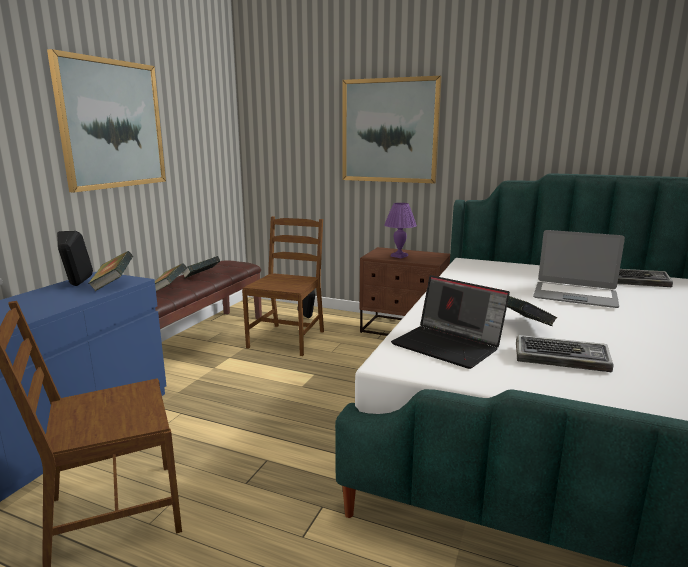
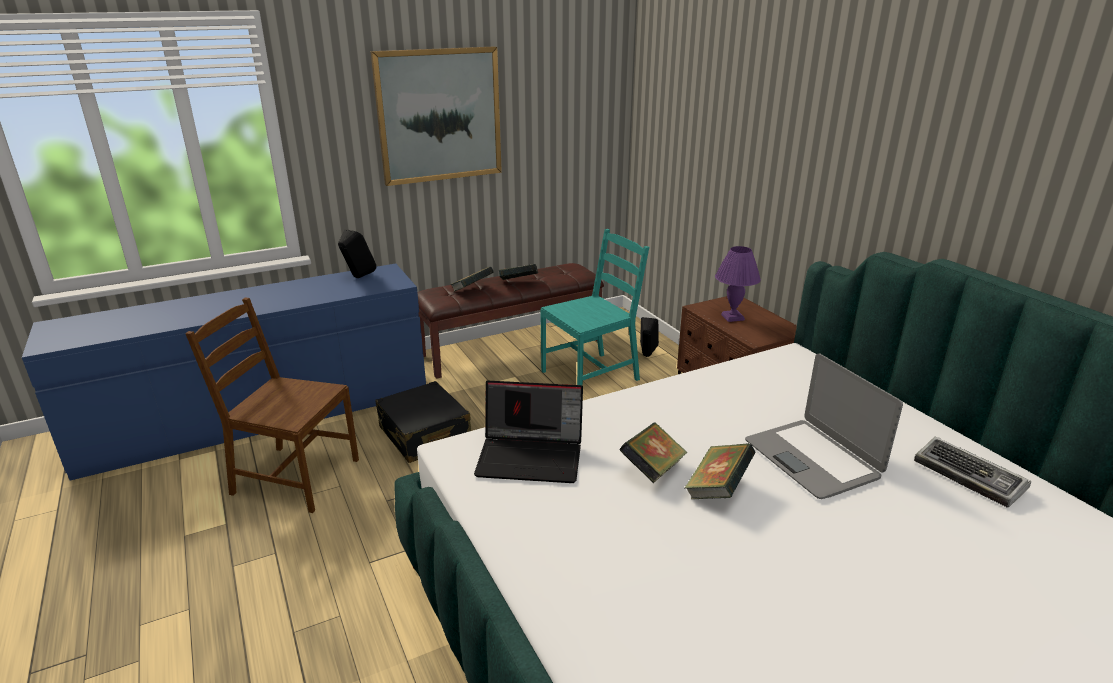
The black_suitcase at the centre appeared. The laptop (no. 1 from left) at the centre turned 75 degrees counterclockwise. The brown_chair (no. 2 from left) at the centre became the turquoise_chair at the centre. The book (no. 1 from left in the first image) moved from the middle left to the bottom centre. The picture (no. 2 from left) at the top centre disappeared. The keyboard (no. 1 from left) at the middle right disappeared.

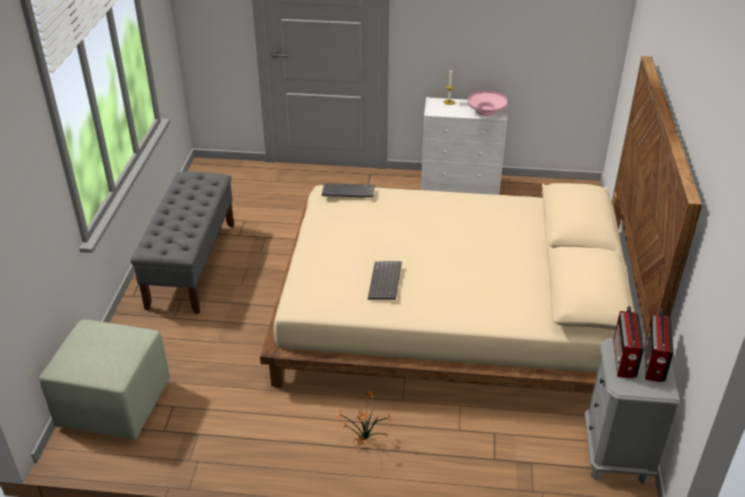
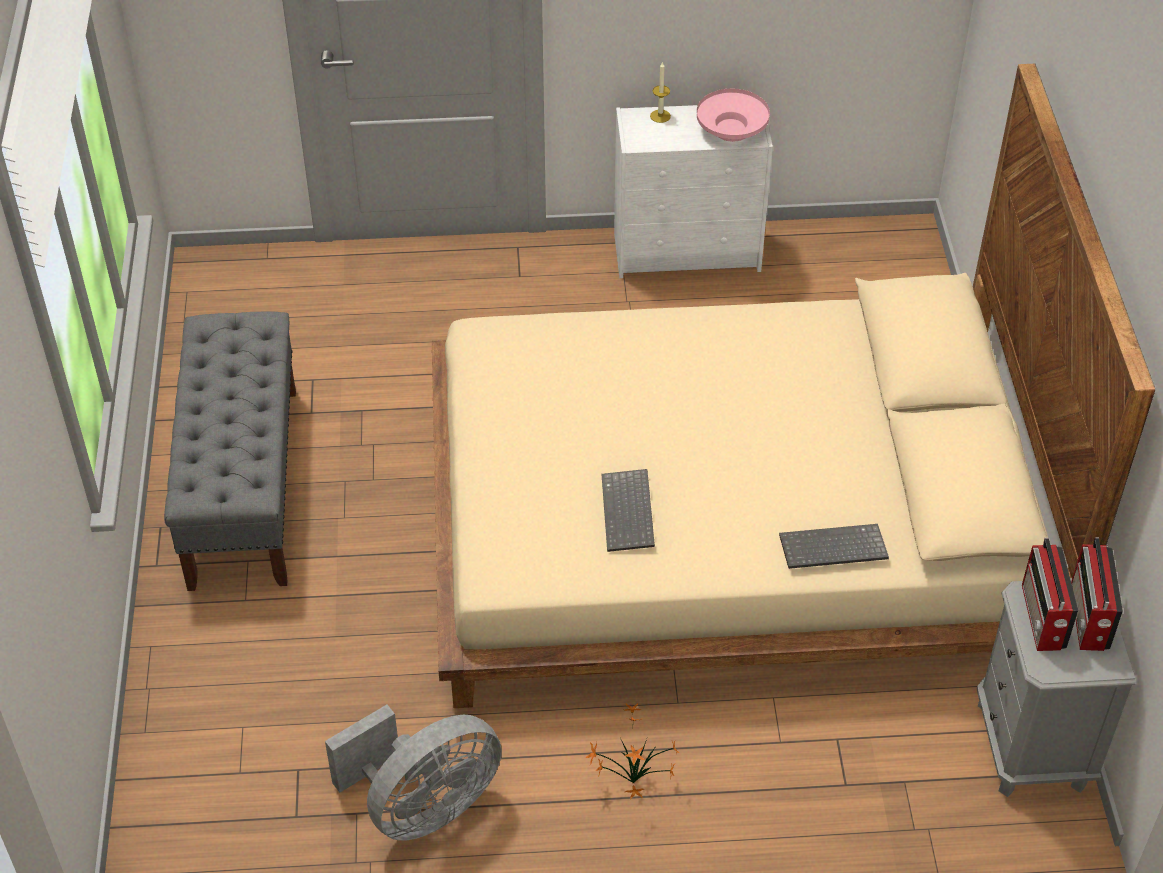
The grey_fan at the bottom centre appeared. The keyboard (no. 1 from left in the first image) moved from the centre to the middle right. The green_ottoman at the bottom left disappeared.

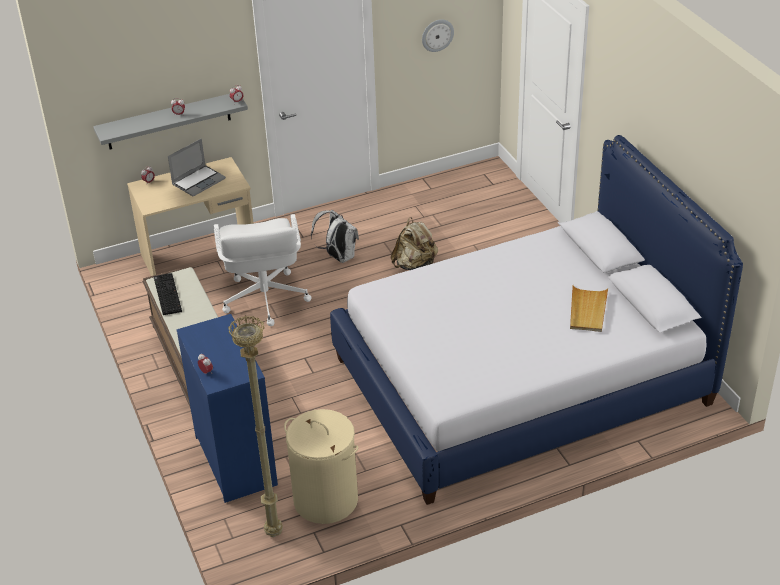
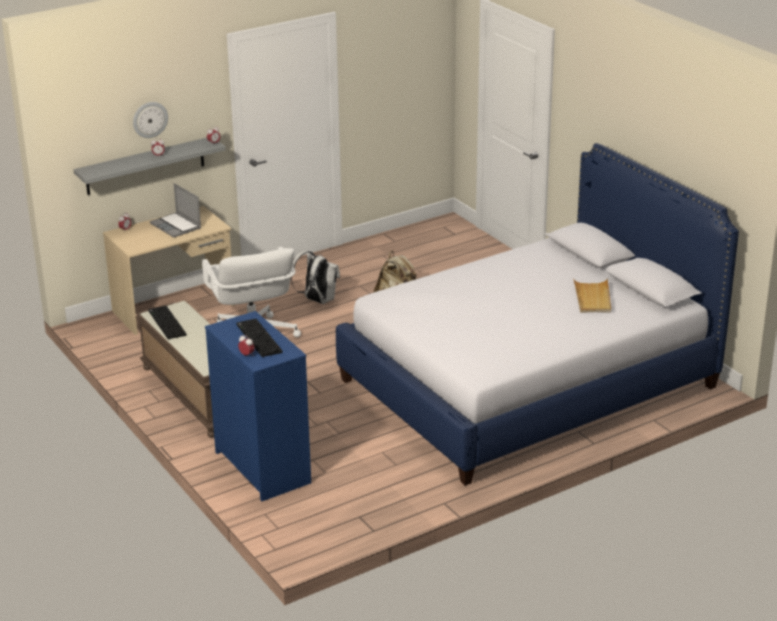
The wall_clock moved from the top centre to the top left. The laptop at the top left turned 105 degrees clockwise. The keyboard (no. 2 from left) at the centre appeared. The beige_floor_lamp at the bottom left disappeared. The beige_laundry_basket at the bottom centre disappeared.

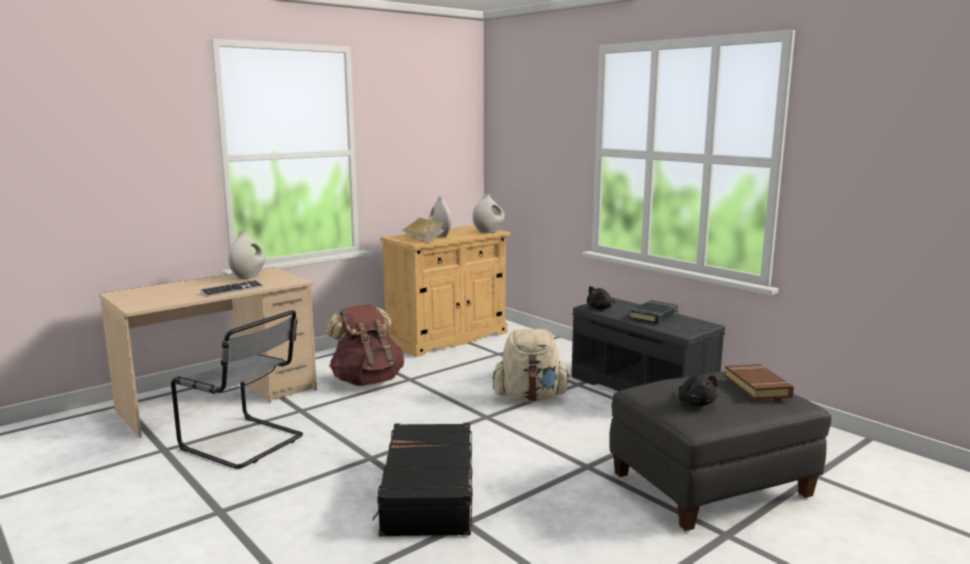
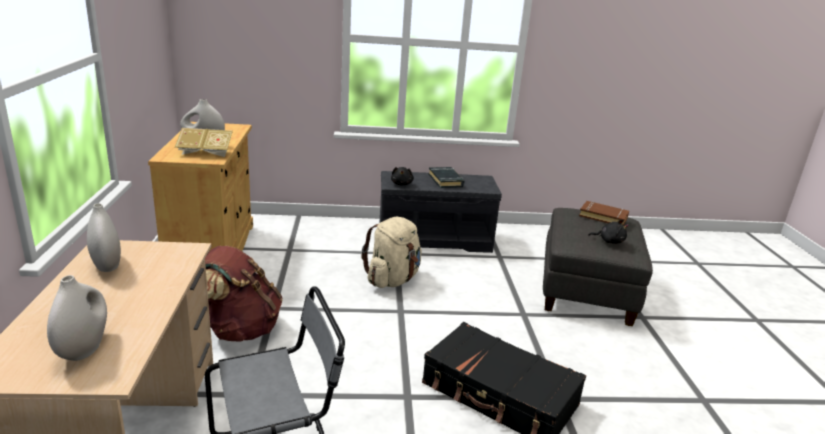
The white_vase (no. 3 from left in the first image) moved from the centre to the bottom left. The keyboard at the middle left disappeared.

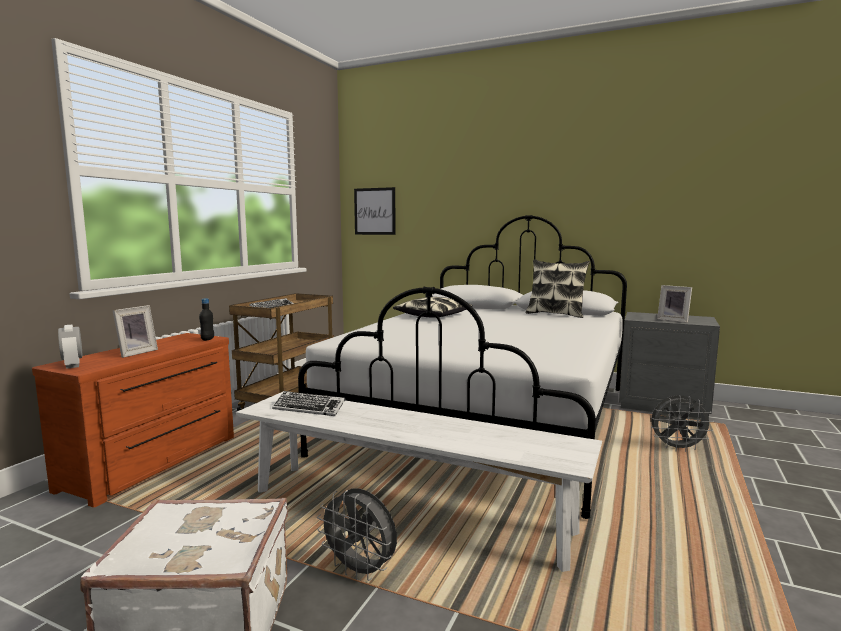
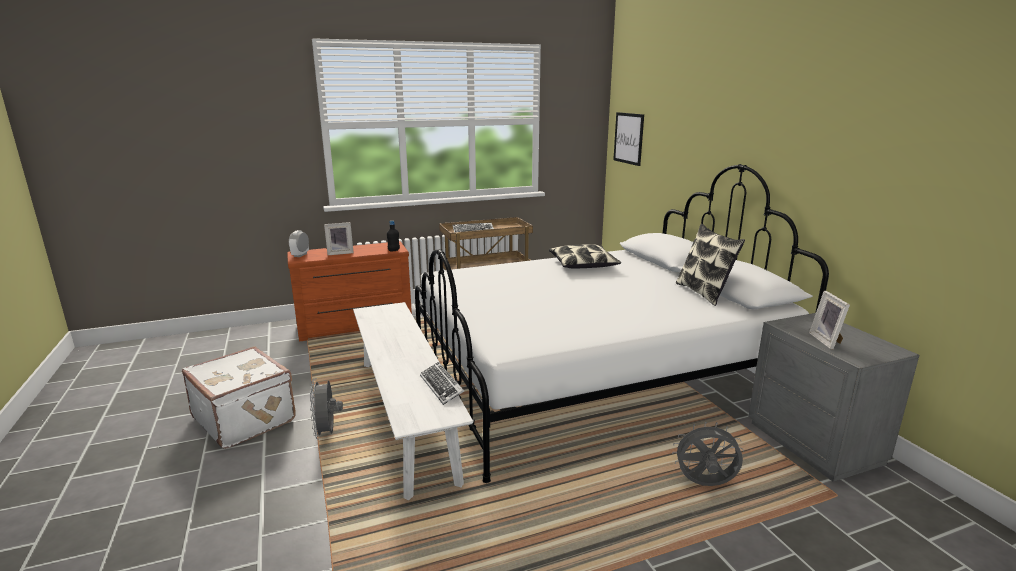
The keyboard (no. 2 from left in the first image) moved from the centre to the bottom centre. The grey_fan (no. 2 from left) at the bottom right turned 135 degrees clockwise.

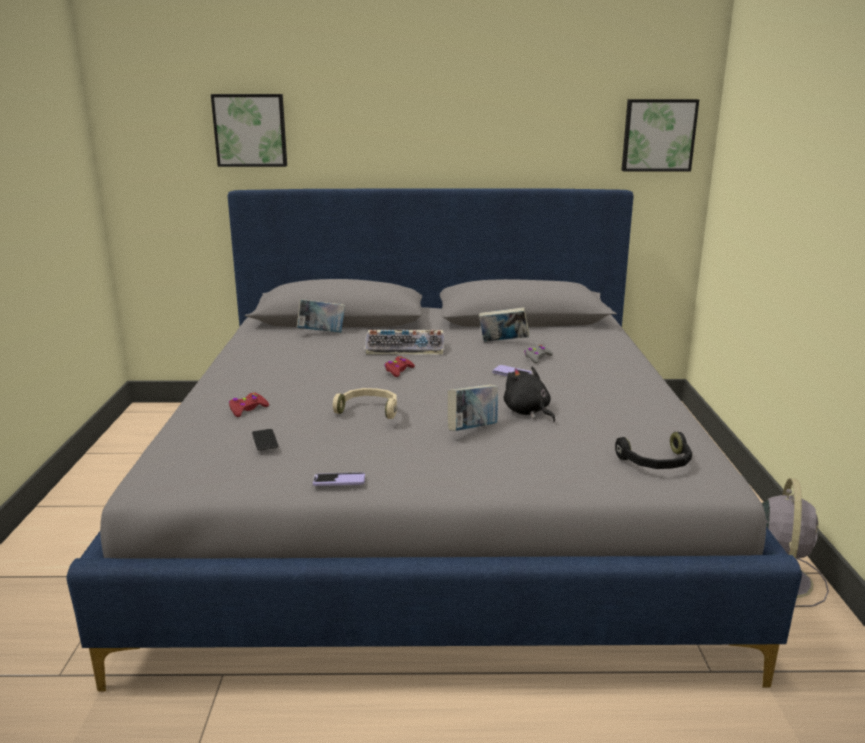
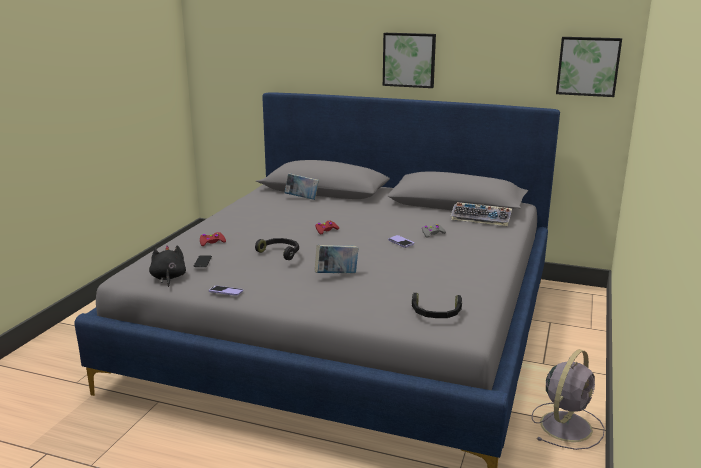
The black_plush_toy moved from the centre to the middle left. The beige_headphones at the centre became the black_headphones (no. 1 from left) at the centre. The picture (no. 1 from left) moved from the top left to the top centre. The keyboard moved from the centre to the middle right. The book (no. 3 from left) at the centre disappeared.

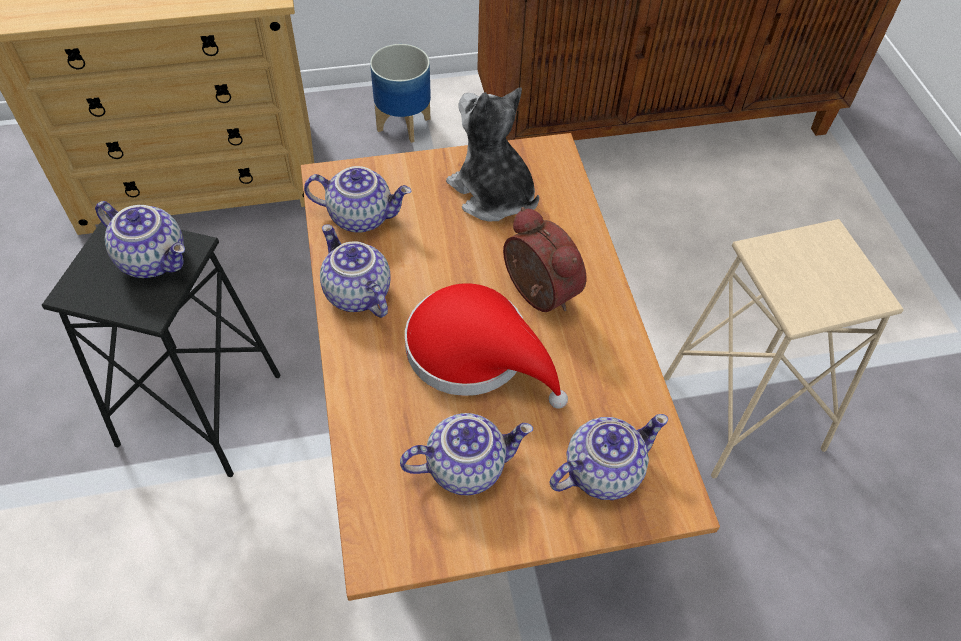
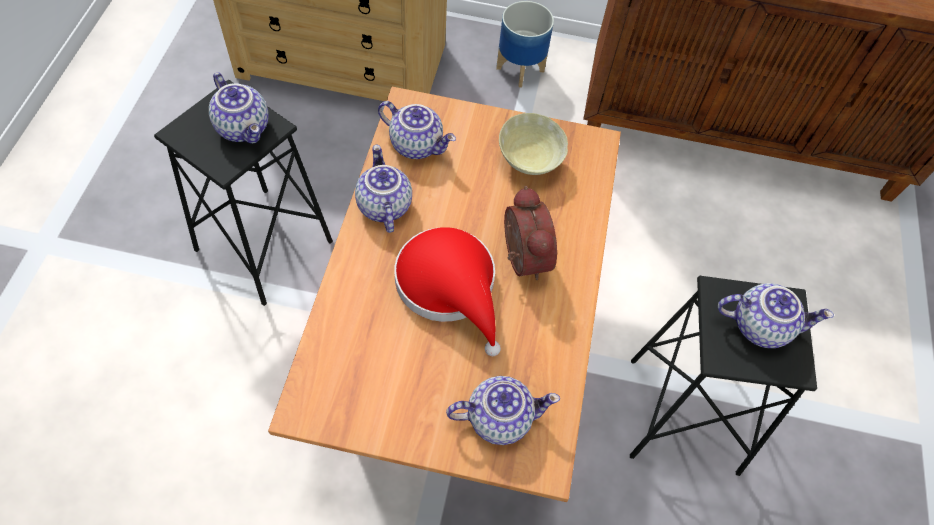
The plush_toy at the top centre was replaced by the beige_bowl at the top centre. The beige_stool at the middle right became the black_stool (no. 2 from left) at the bottom right. The teapot (no. 4 from left in the first image) moved from the bottom centre to the middle right.

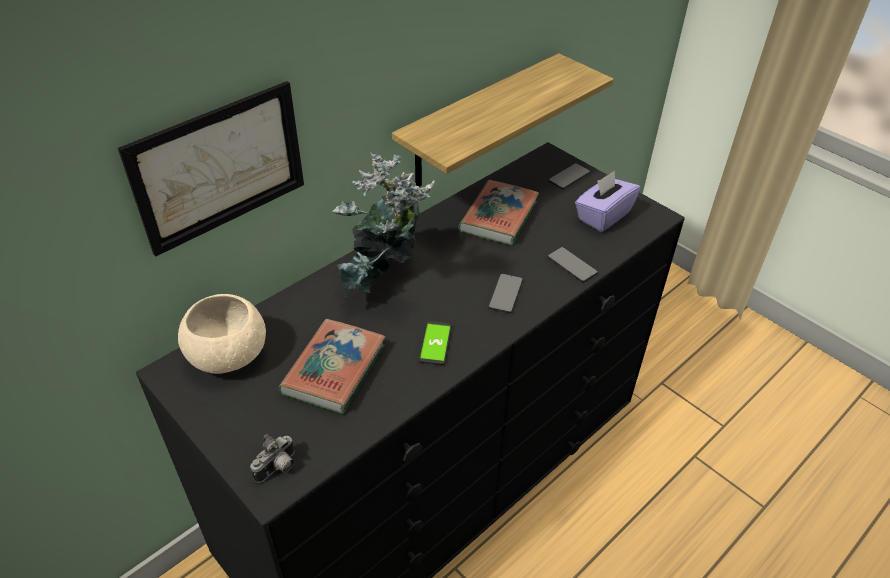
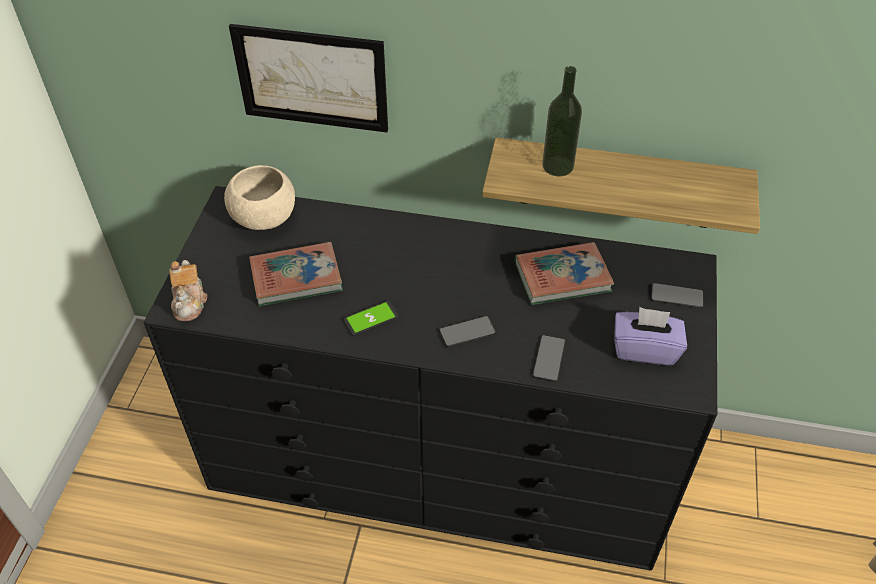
The photo_camera at the bottom left was replaced by the teapot at the middle left. The bottle at the top centre appeared. The potted_plant at the centre disappeared.

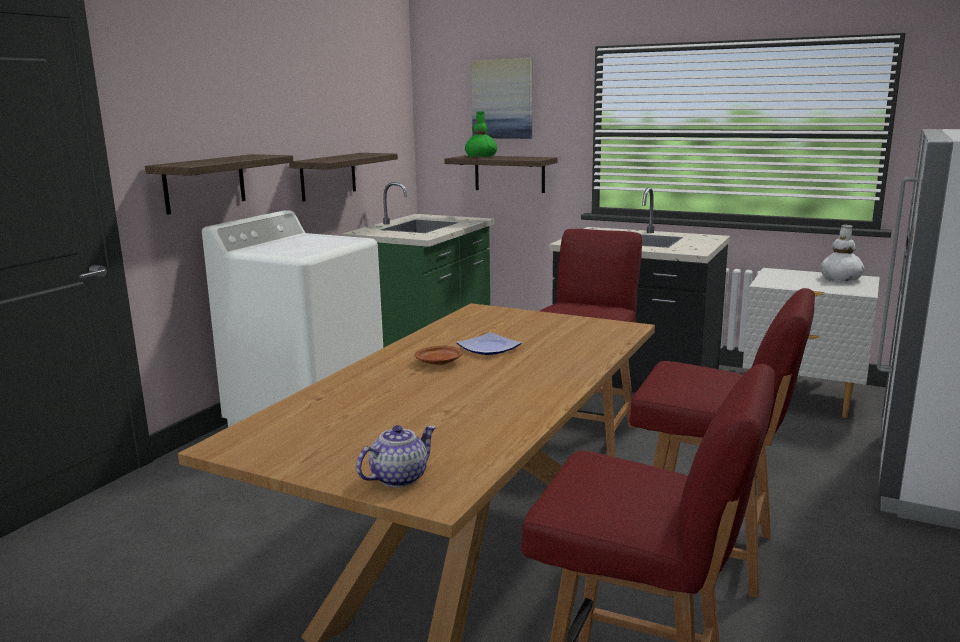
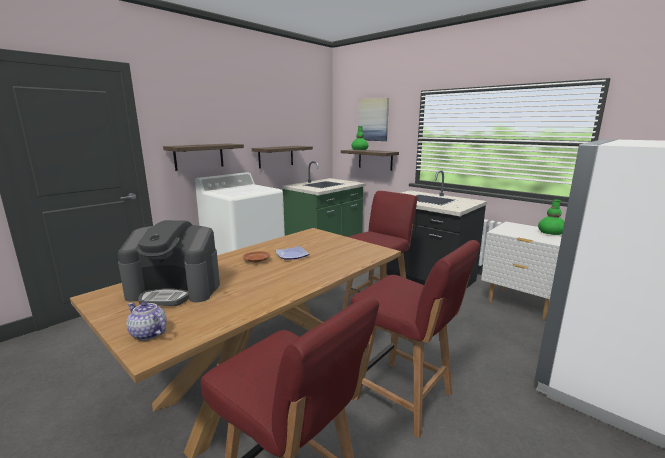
The coffee_machine at the middle left appeared. The teapot at the bottom centre turned 120 degrees counterclockwise. The white_vase at the middle right became the green_vase (no. 2 from left) at the middle right.

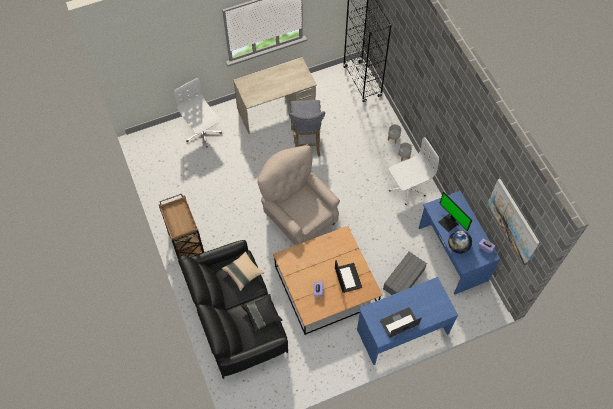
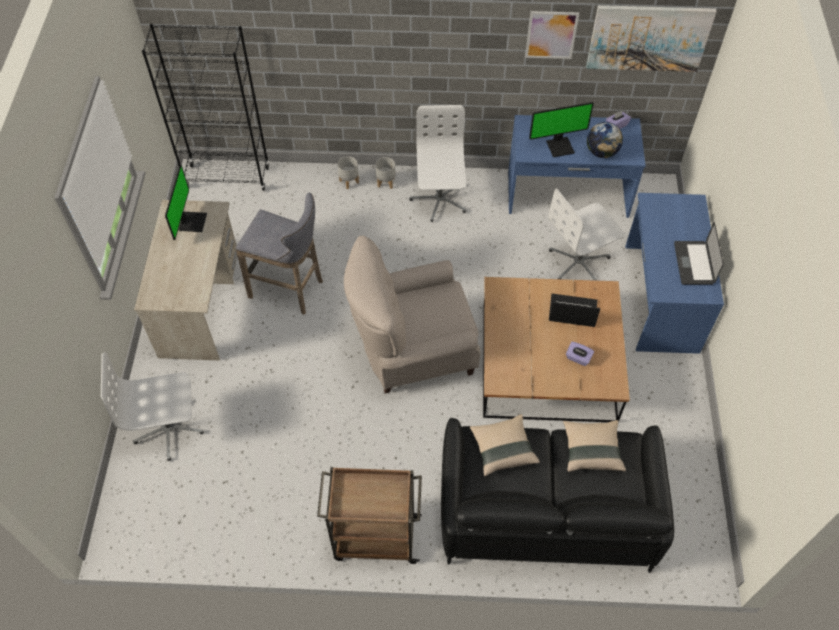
The monitor (no. 1 from left) at the top left appeared. The picture (no. 1 from left) at the top centre appeared. The grey_storage_box at the bottom centre was replaced by the white_office_chair (no. 3 from left) at the middle right. The black_pillow at the bottom centre became the beige_pillow (no. 2 from left) at the bottom right.

